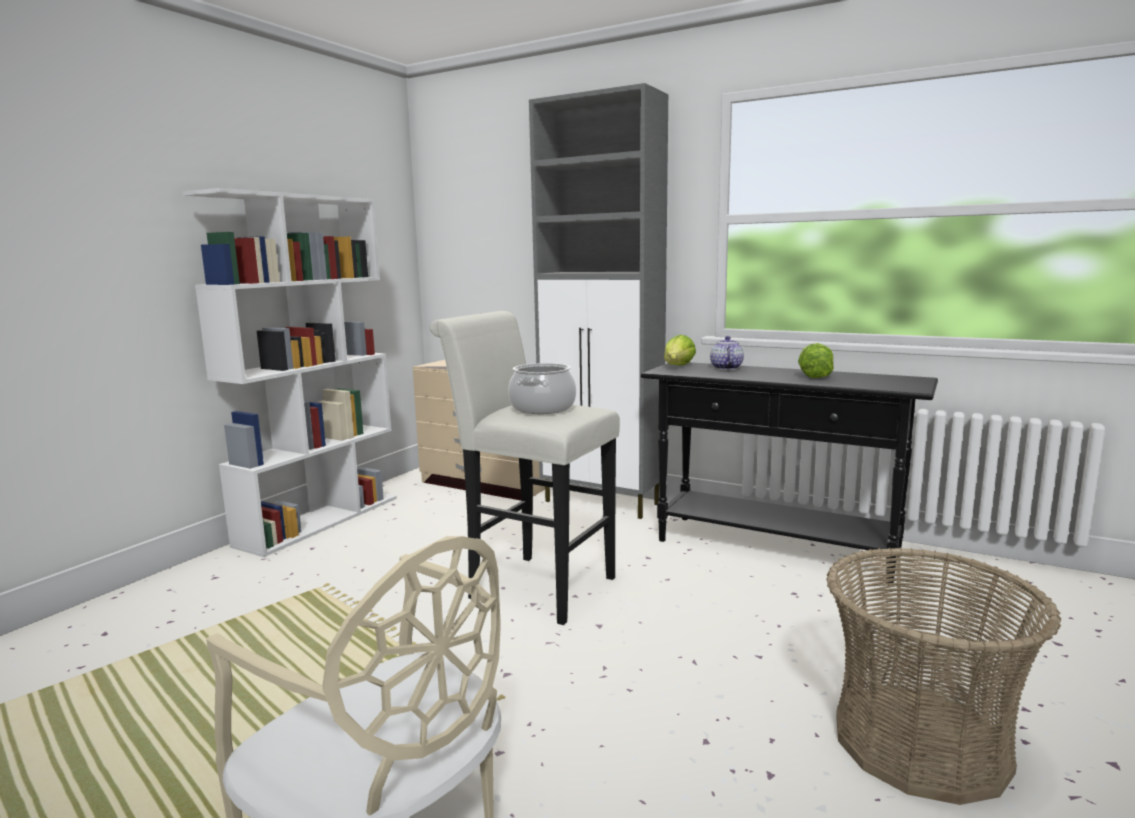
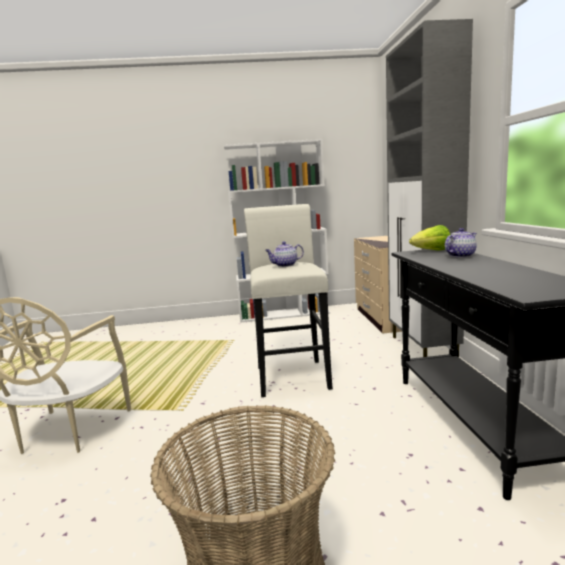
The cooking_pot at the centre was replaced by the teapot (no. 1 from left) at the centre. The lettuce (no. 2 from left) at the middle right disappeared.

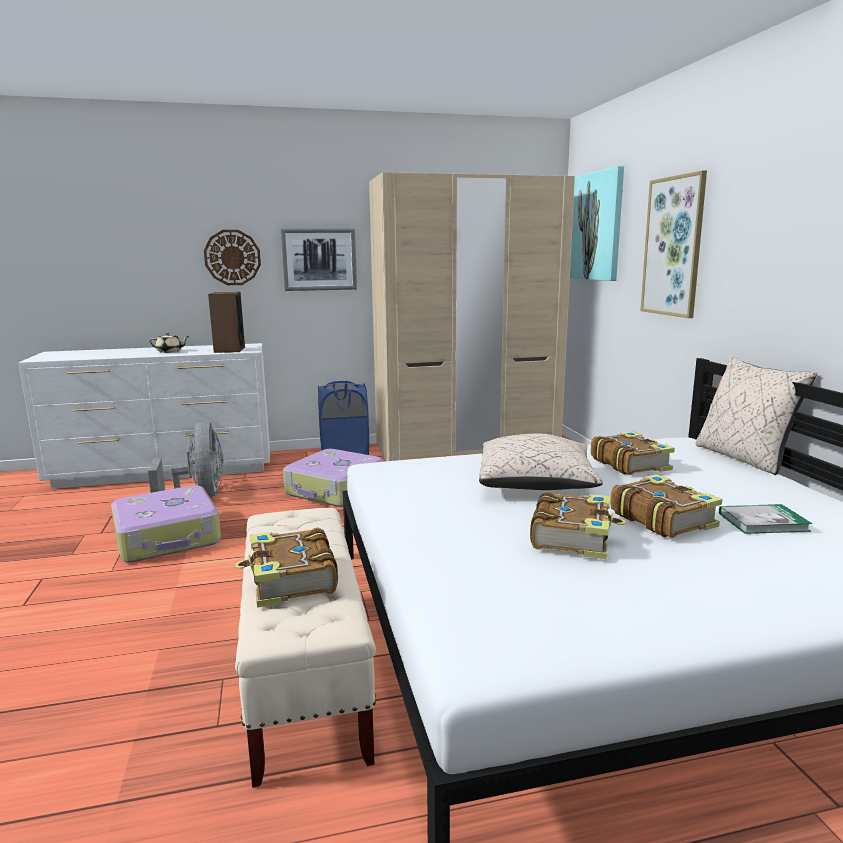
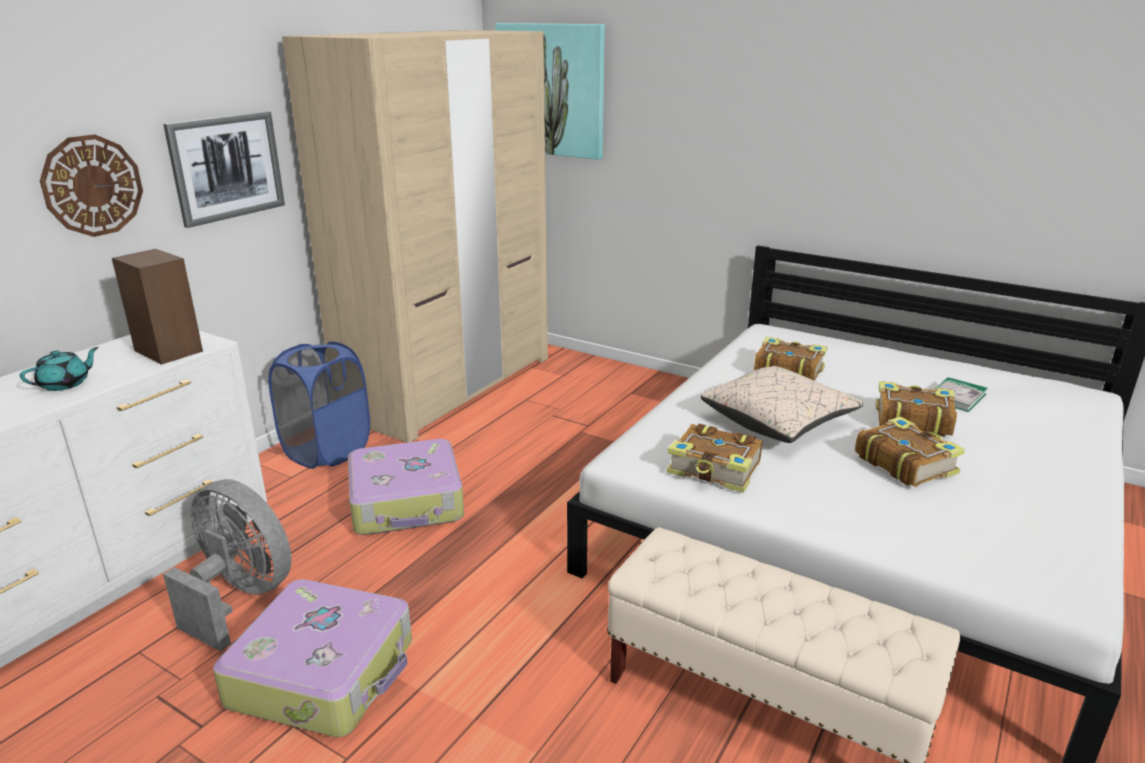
The beige_teapot at the middle left became the turquoise_teapot at the middle left. The book (no. 1 from left) moved from the bottom centre to the centre. The picture (no. 3 from left) at the top right disappeared. The beige_pillow (no. 2 from left) at the middle right disappeared.

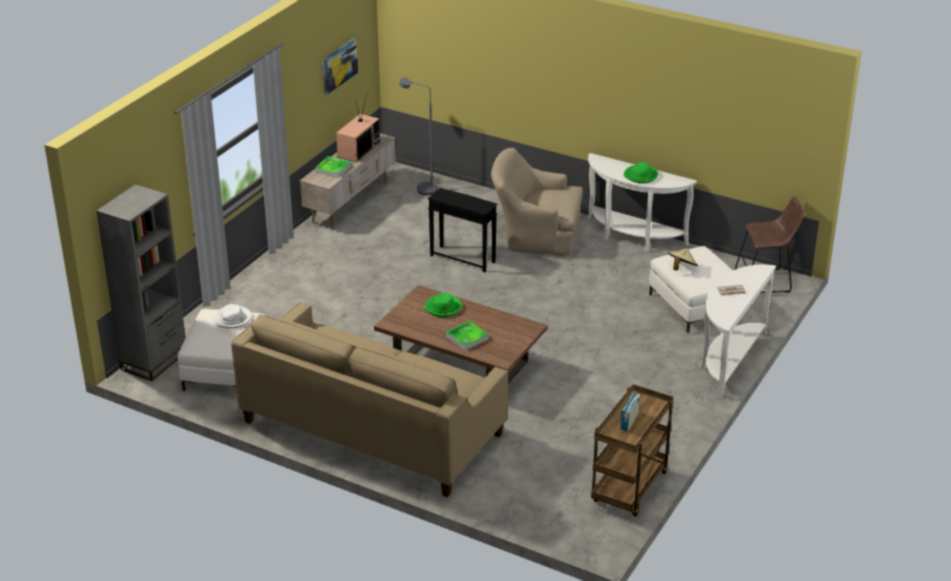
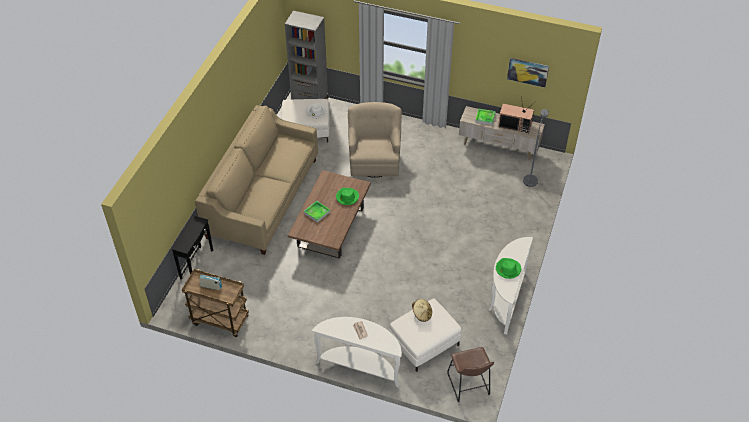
The black_side_table moved from the centre to the middle left. The beige_armchair moved from the centre to the top centre.

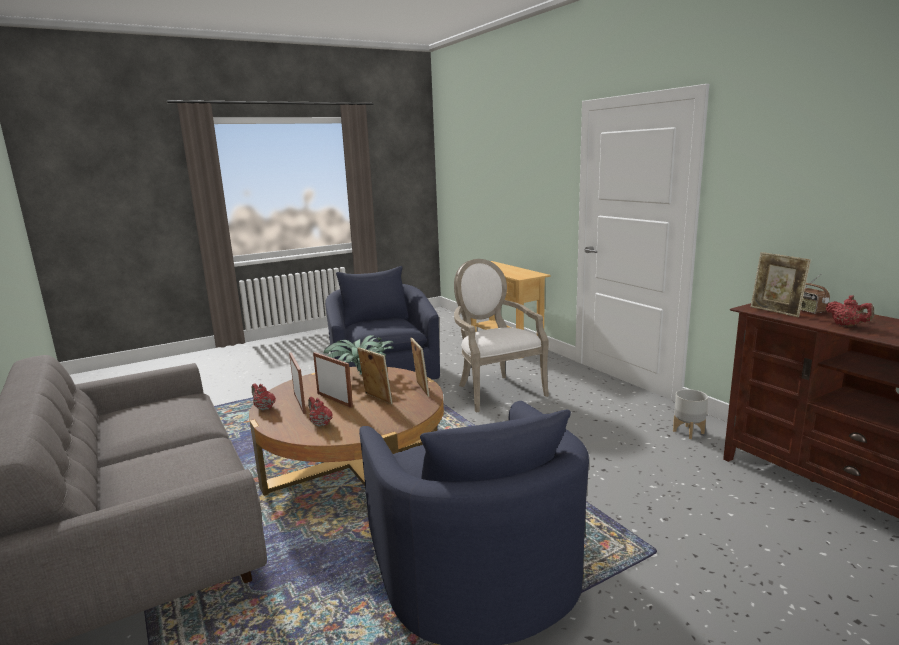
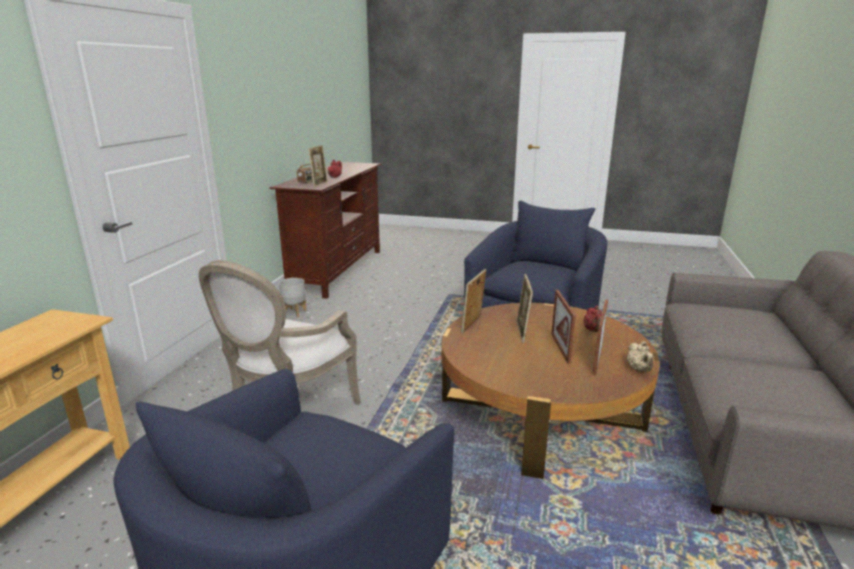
The red_teapot (no. 1 from left) at the middle left became the beige_teapot at the middle right. The potted_plant at the centre disappeared.

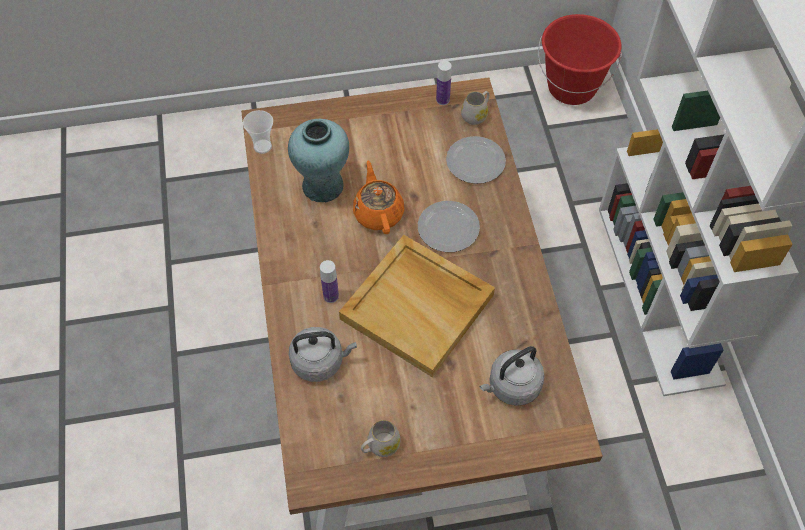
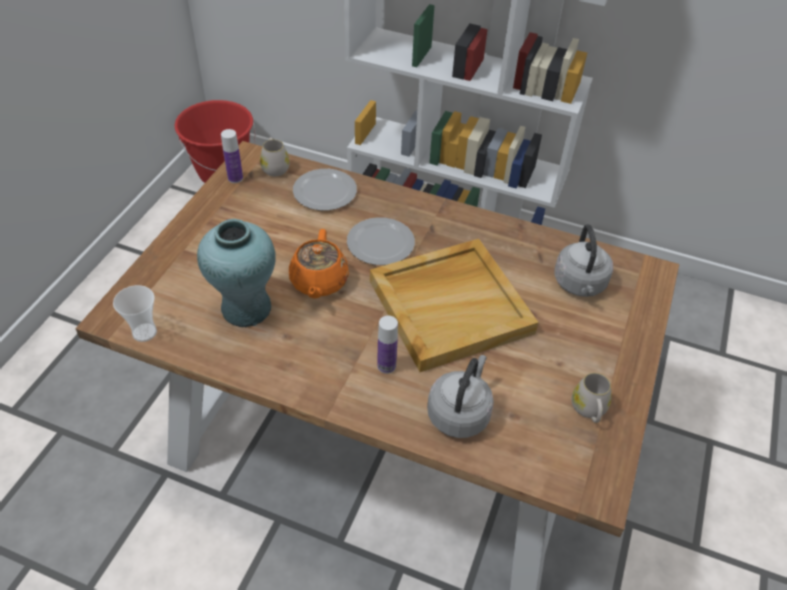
The orange_teapot at the centre turned 105 degrees counterclockwise.

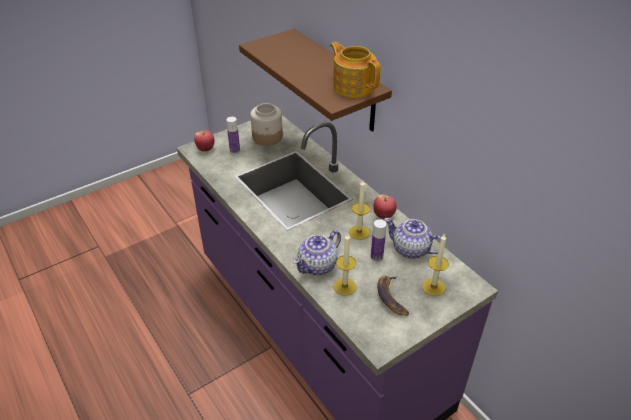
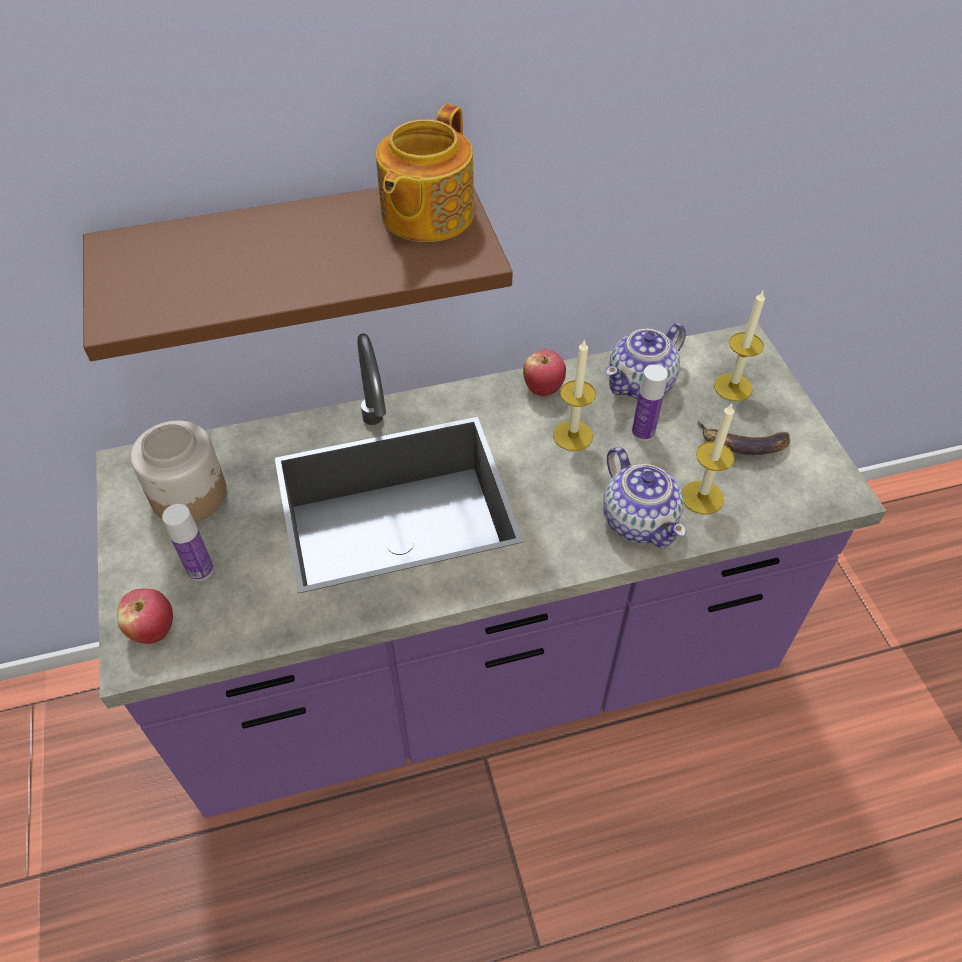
The teapot (no. 2 from left in the first image) at the top centre turned 45 degrees counterclockwise.

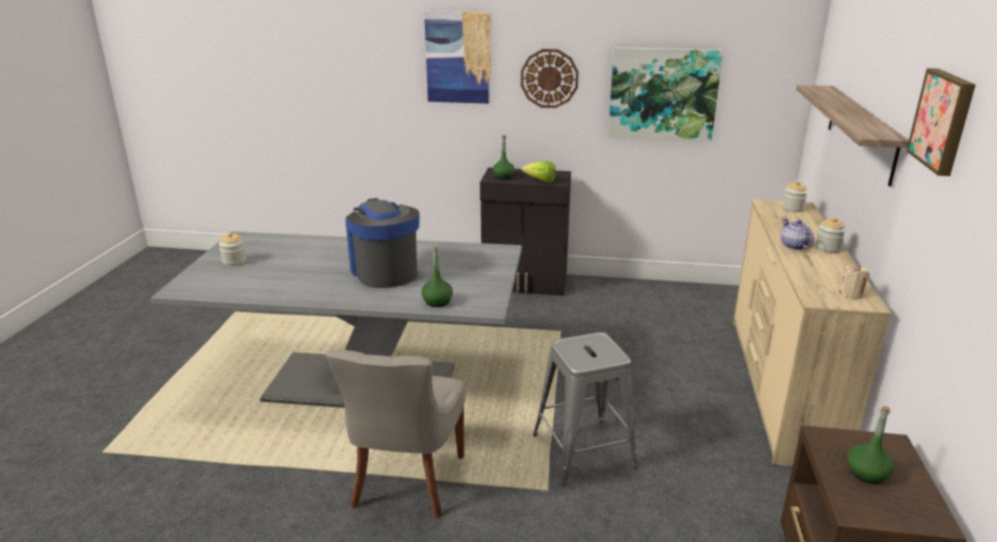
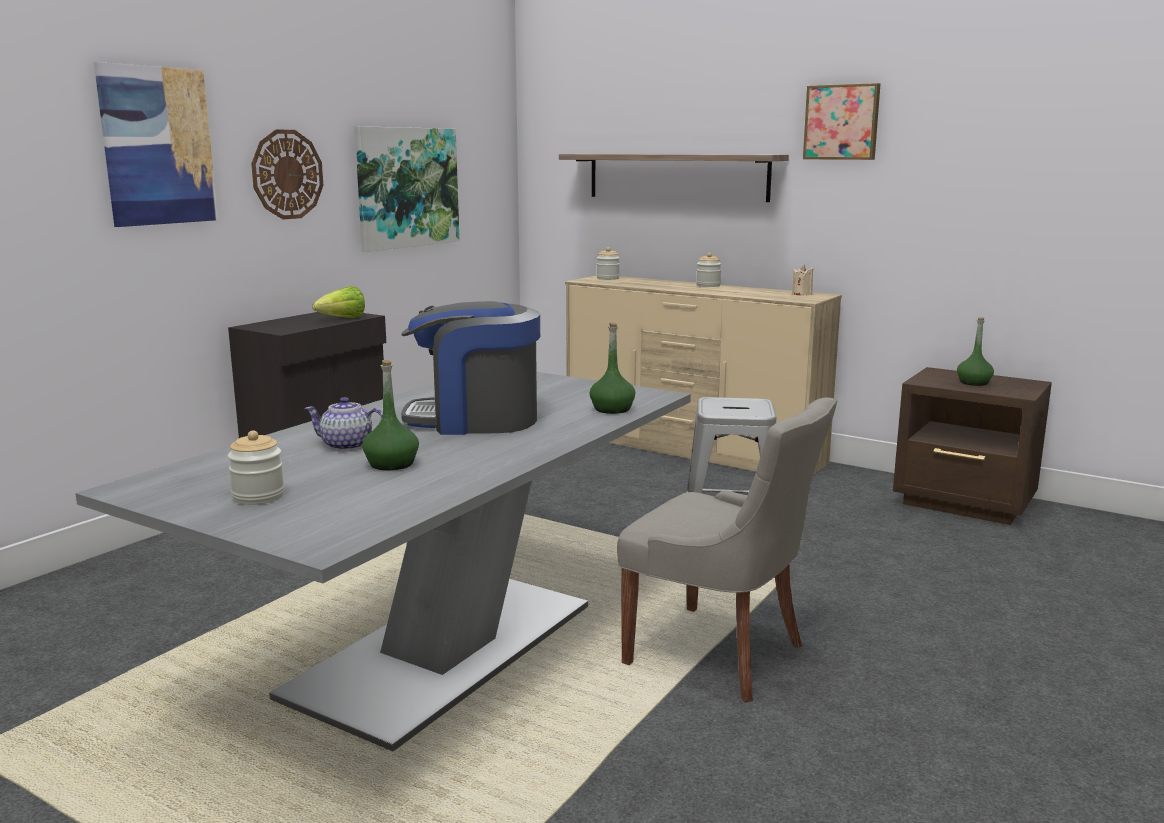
The teapot moved from the middle right to the middle left. The green_bottle (no. 2 from left in the first image) moved from the top centre to the centre.

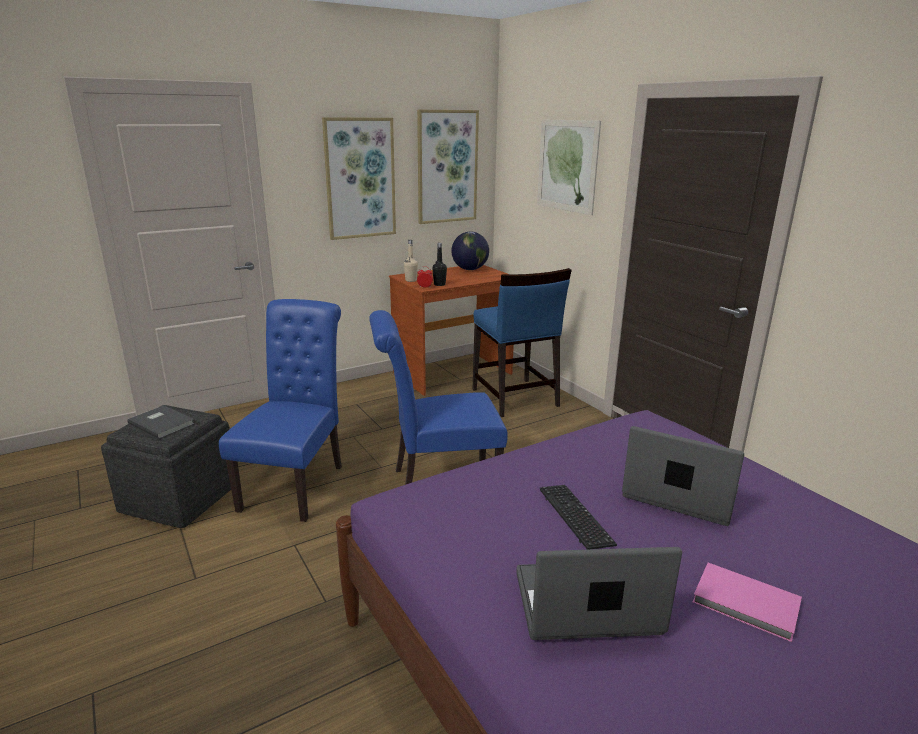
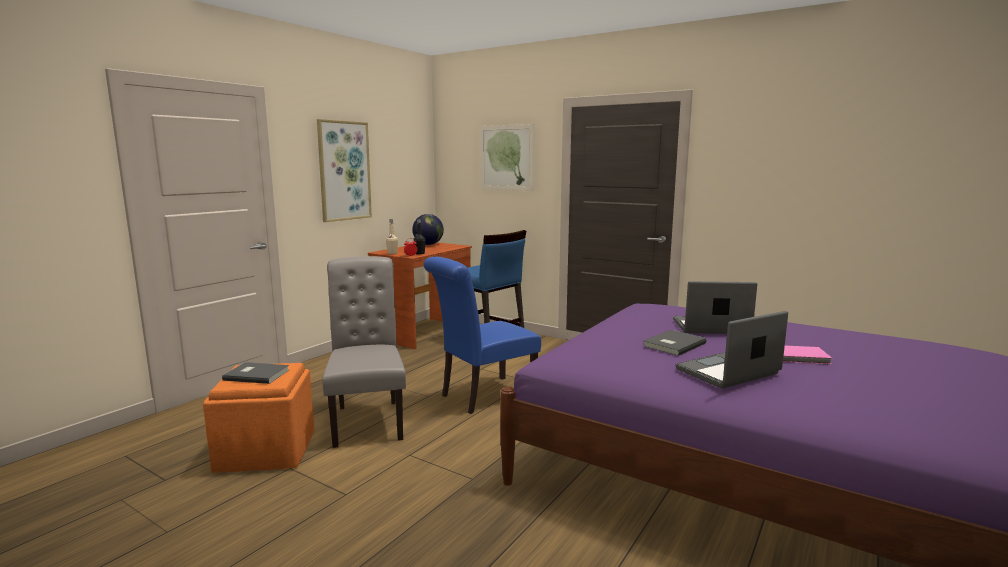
The grey_ottoman at the middle left became the orange_ottoman at the bottom left. The blue_chair (no. 1 from left) at the middle left became the grey_chair at the centre. The keyboard at the bottom centre was replaced by the grey_book (no. 2 from left) at the middle right. The picture (no. 2 from left) at the top centre disappeared.

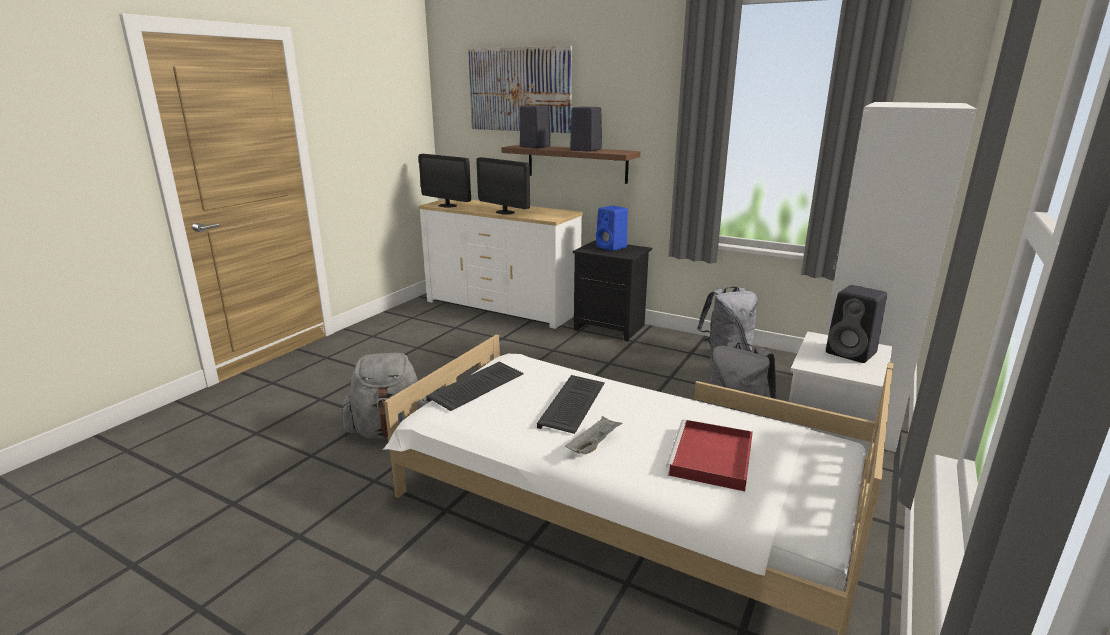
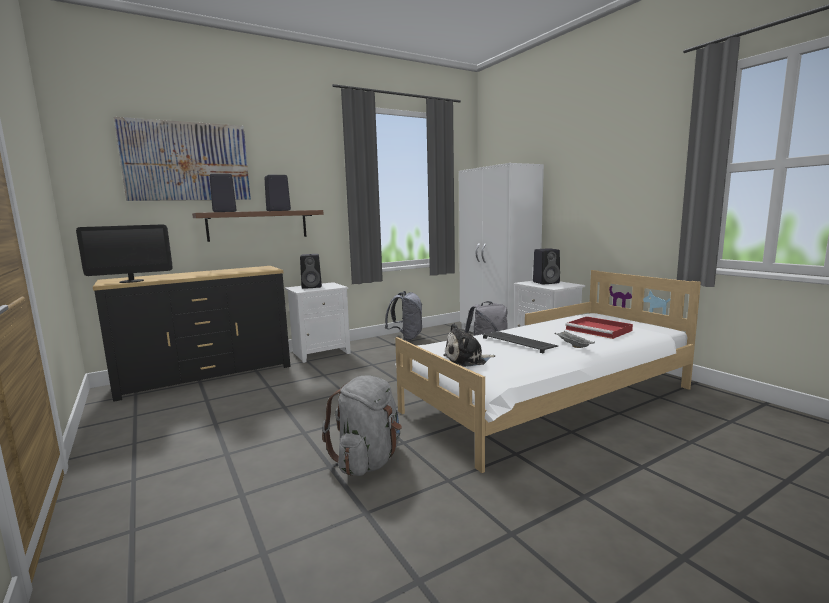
The white_dresser at the centre became the black_dresser at the middle left. The black_nightstand at the centre became the white_nightstand (no. 1 from left) at the centre. The blue_speaker at the centre became the black_speaker (no. 3 from left) at the centre. The keyboard (no. 1 from left) at the centre was replaced by the plush_toy at the centre. The monitor (no. 2 from left) at the top centre disappeared.

